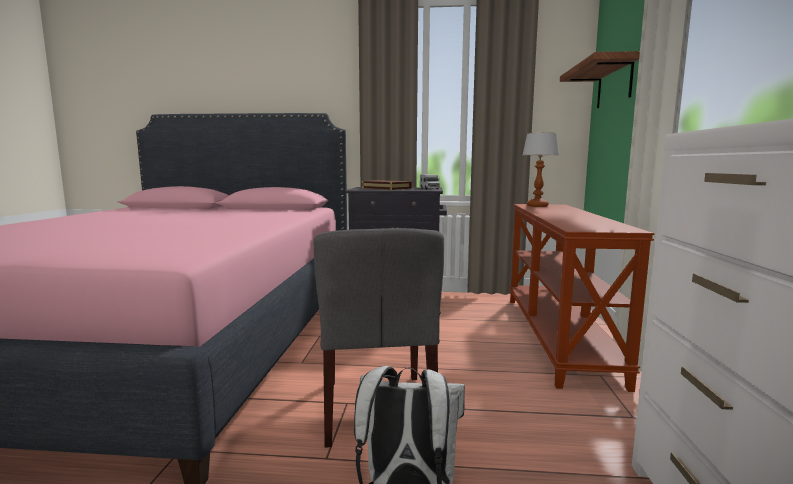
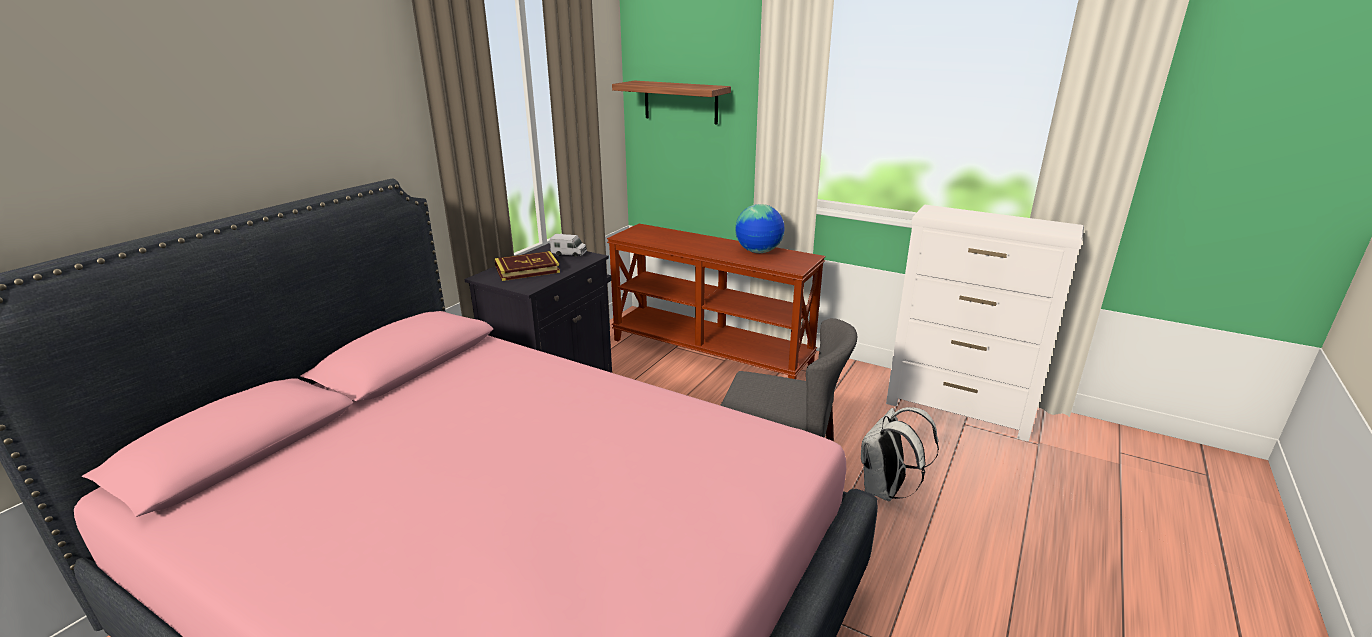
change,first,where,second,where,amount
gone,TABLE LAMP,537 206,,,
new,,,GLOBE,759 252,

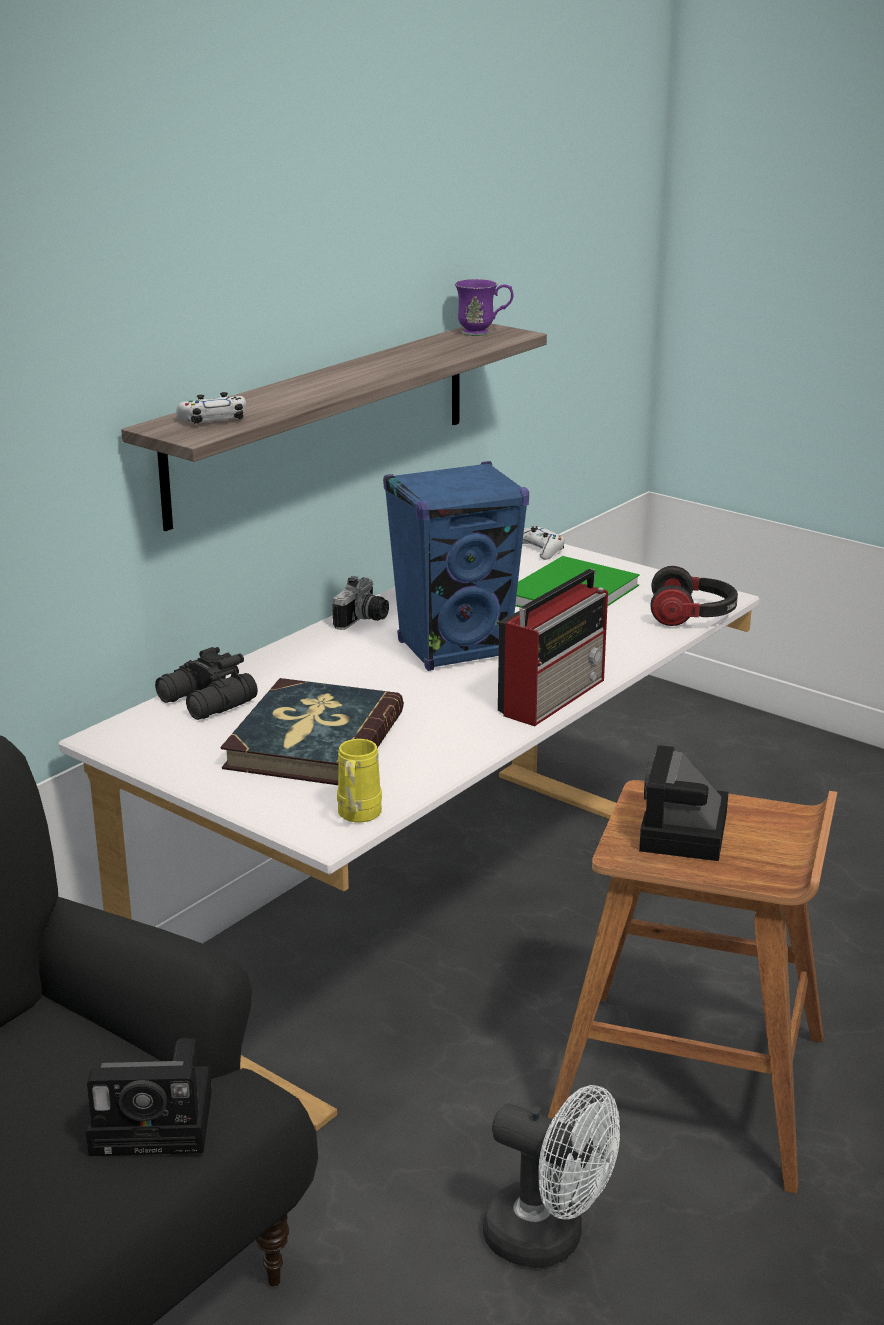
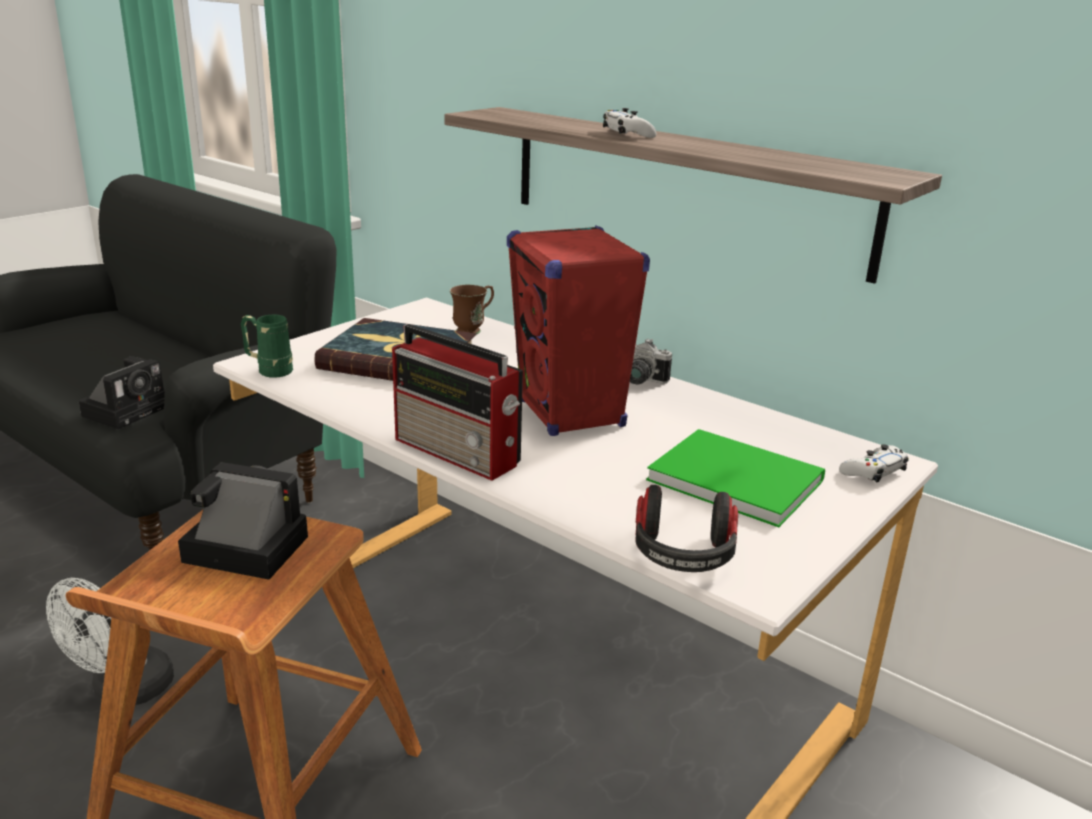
change,first,where,second,where,amount
gone,PURPLE MUG,483 333,,,
shifted,WHITE GAME CONTROLLER,213 419,,627 133,
swapped,BLACK BINOCULARS,206 702,BROWN MUG,473 329,
repainted,YELLOW MUG,357 817,GREEN MUG,269 370,
repainted,BLUE SPEAKER,455 649,RED SPEAKER,571 414,
rotated,PHOTO CAMERA,158 1121,,128 409,150 degrees counterclockwise

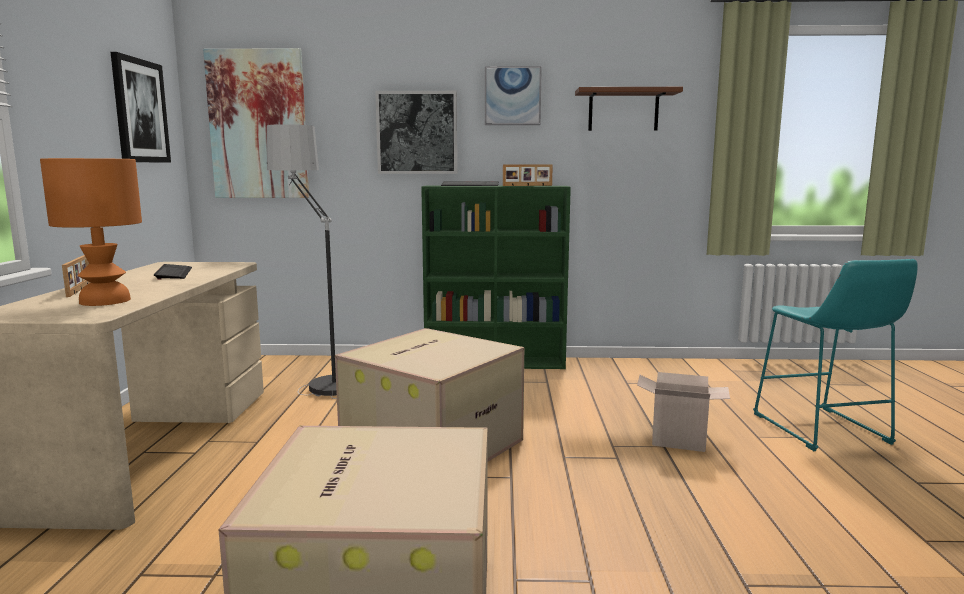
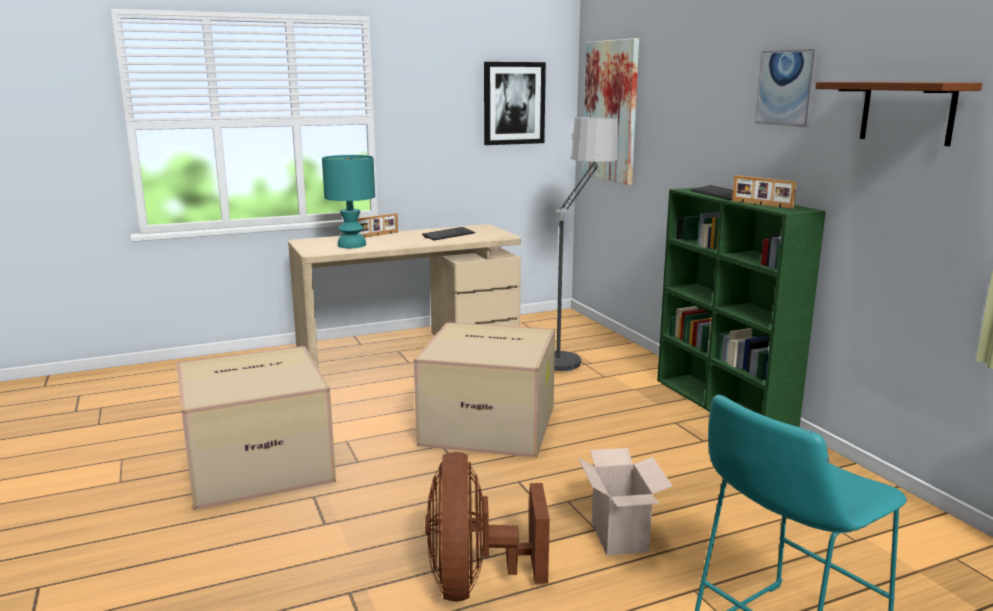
change,first,where,second,where,amount
gone,PICTURE,417 133,,,
new,,,BROWN FAN,475 582,
repainted,ORANGE TABLE LAMP,106 301,TURQUOISE TABLE LAMP,352 245,

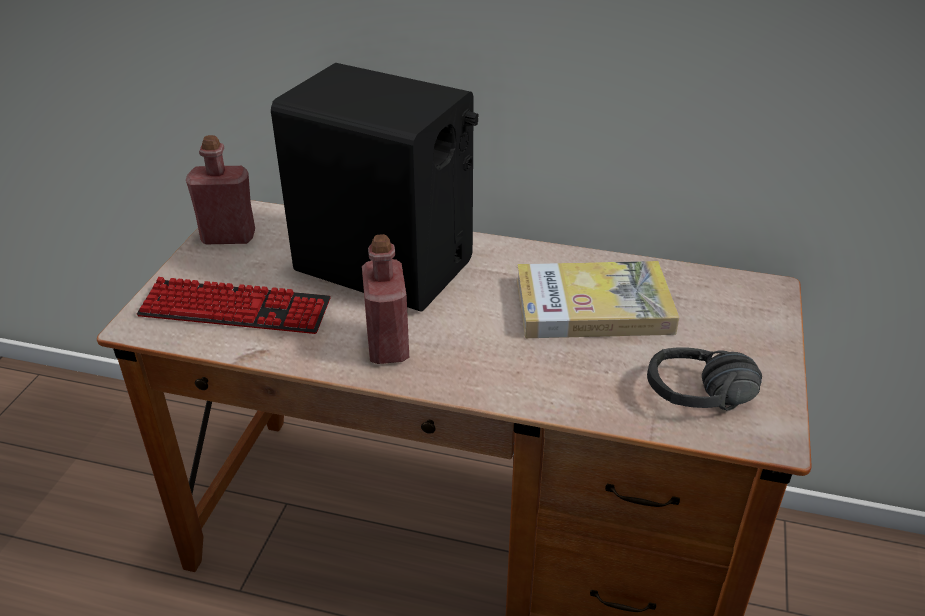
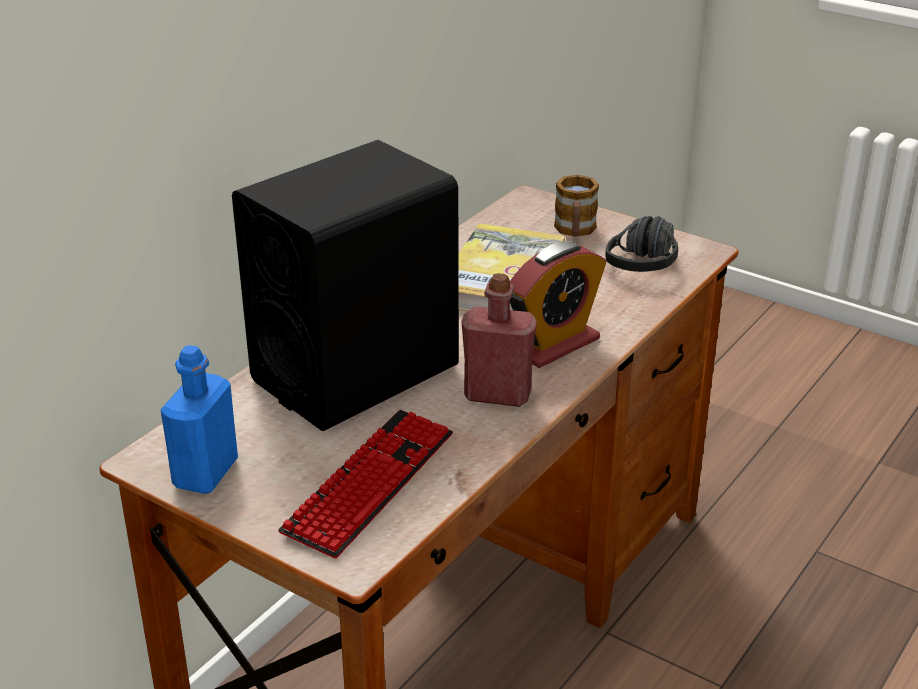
change,first,where,second,where,amount
new,,,ALARM CLOCK,553 344,
new,,,MUG,575 231,
repainted,RED BOTTLE,228 237,BLUE BOTTLE,205 473,

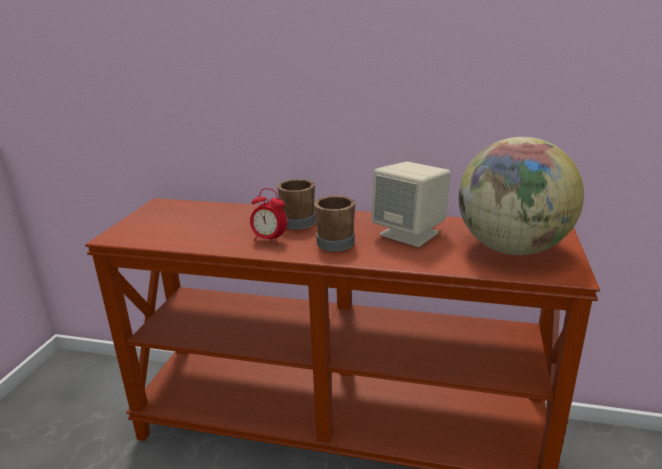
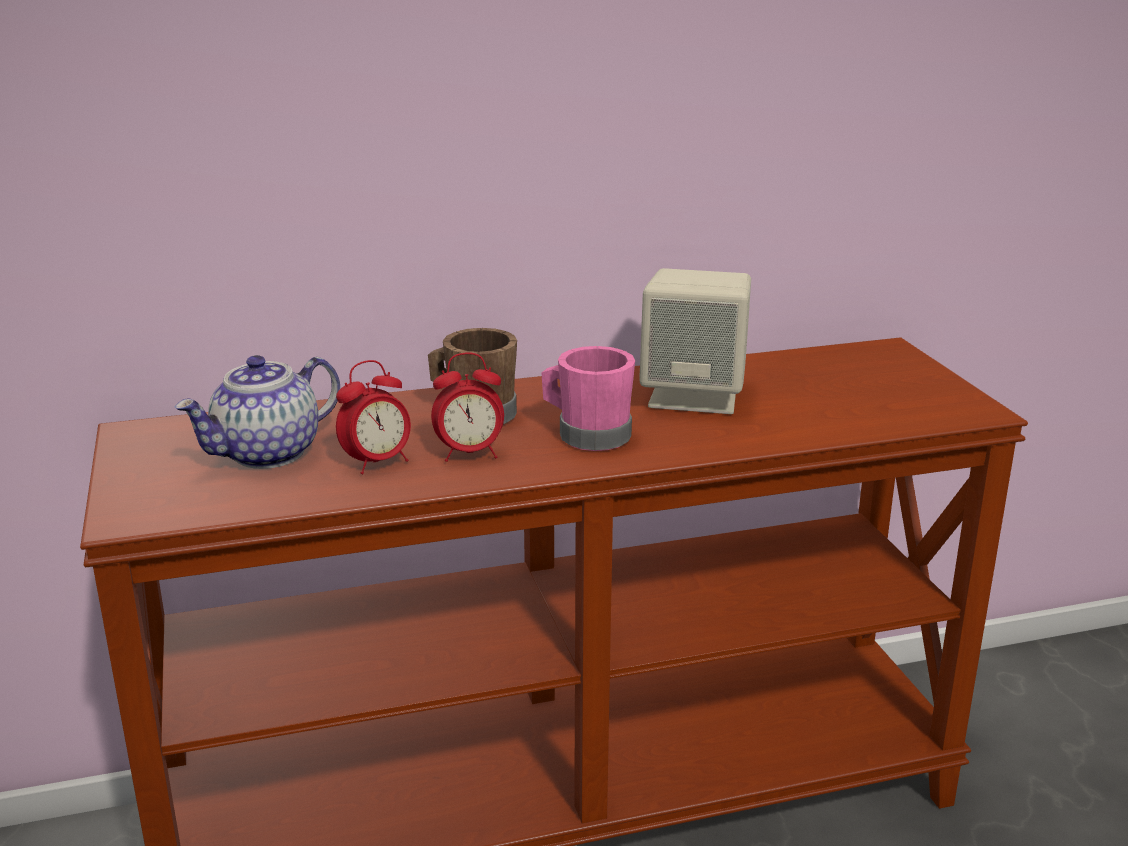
change,first,where,second,where,amount
gone,GLOBE,511 249,,,
new,,,TEAPOT,267 454,
new,,,ALARM CLOCK,377 463,
repainted,BROWN MUG,332 242,PINK MUG,587 434,

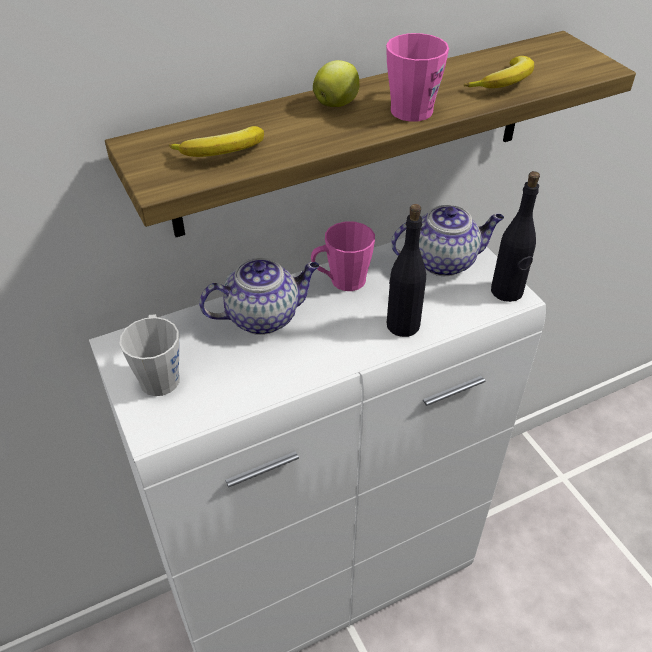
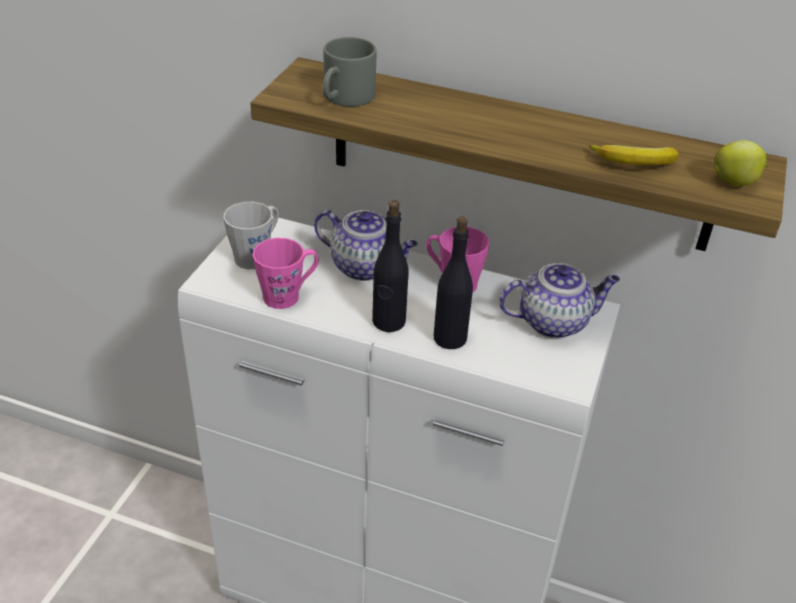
change,first,where,second,where,amount
shifted,APPLE,337 104,,735 182,
shifted,PINK MUG,414 106,,288 295,
shifted,BLACK BOTTLE,507 291,,388 322,
swapped,BANANA,222 153,GREY MUG,345 99,
rotated,TEAPOT,444 261,,554 322,45 degrees counterclockwise

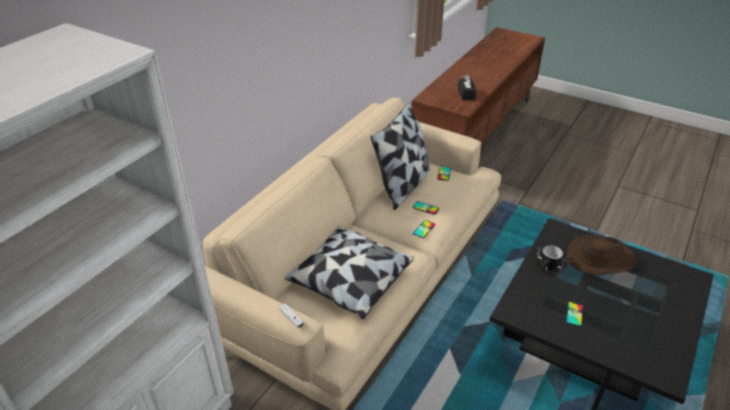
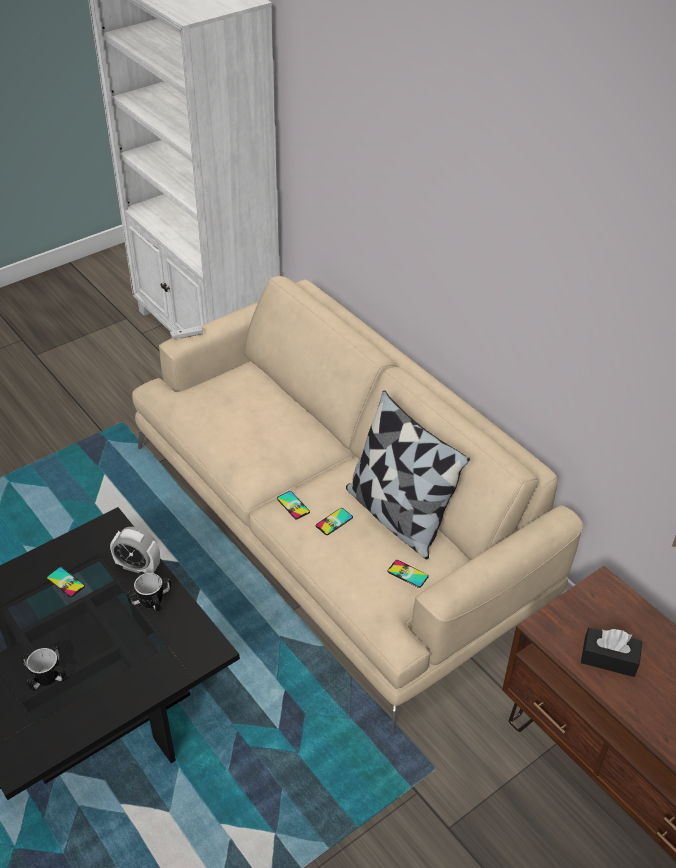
change,first,where,second,where,amount
gone,PILLOW,349 281,,,
gone,BROWN HAT,600 259,,,
new,,,MUG,47 677,
new,,,ALARM CLOCK,138 567,

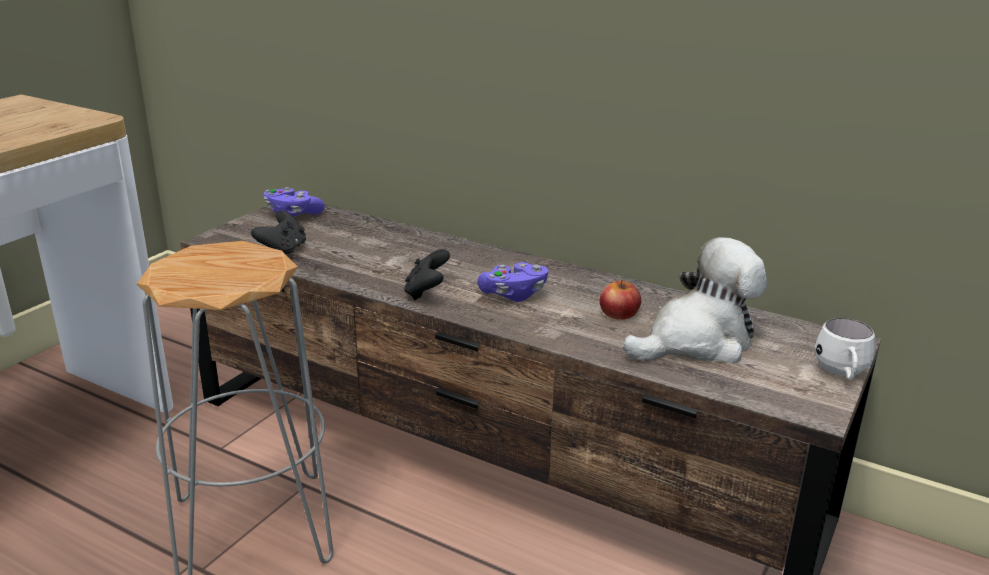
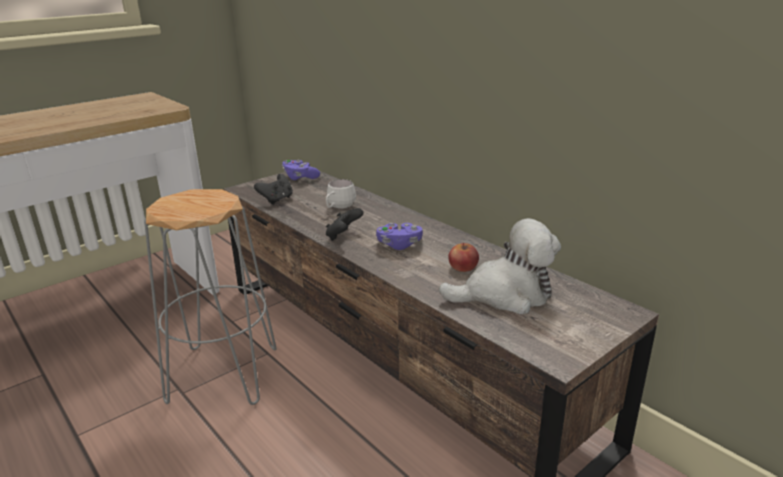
change,first,where,second,where,amount
shifted,WHITE MUG,842 374,,339 208,

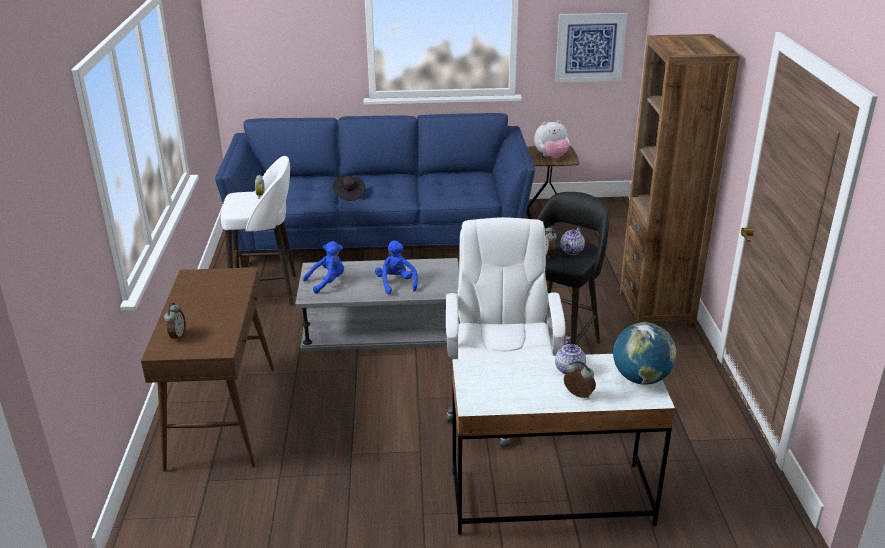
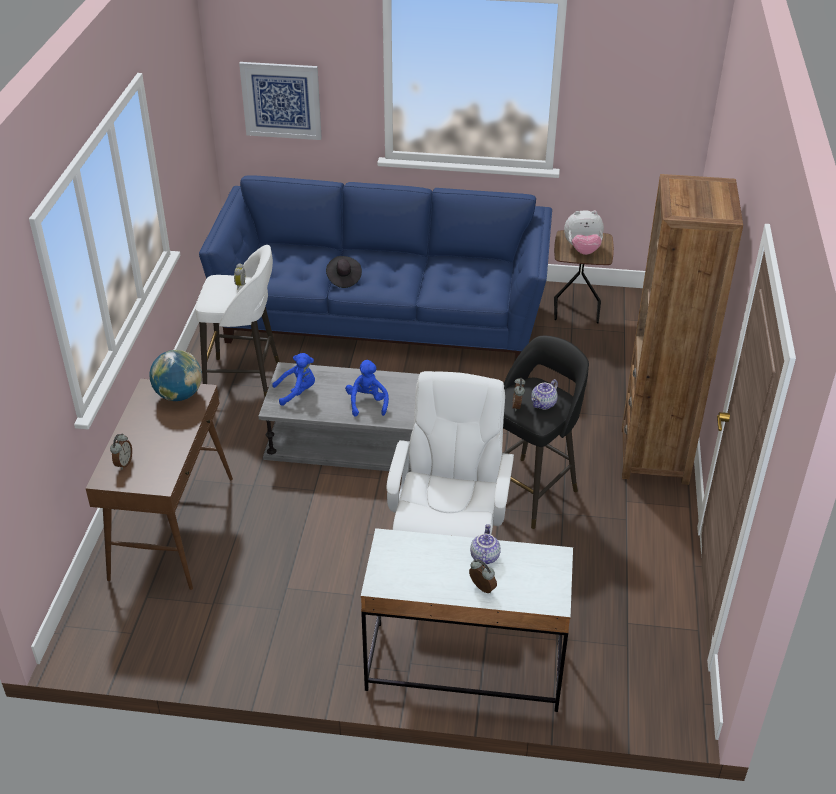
change,first,where,second,where,amount
shifted,PICTURE,590 47,,281 100,
shifted,GLOBE,641 378,,179 395,

